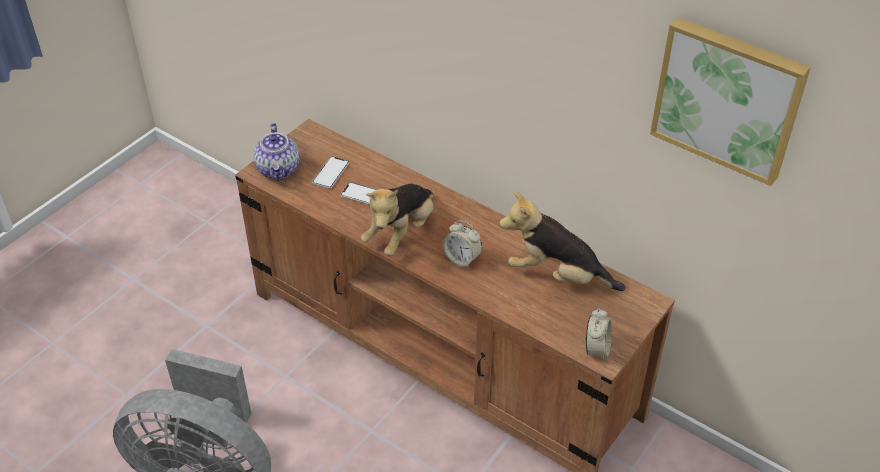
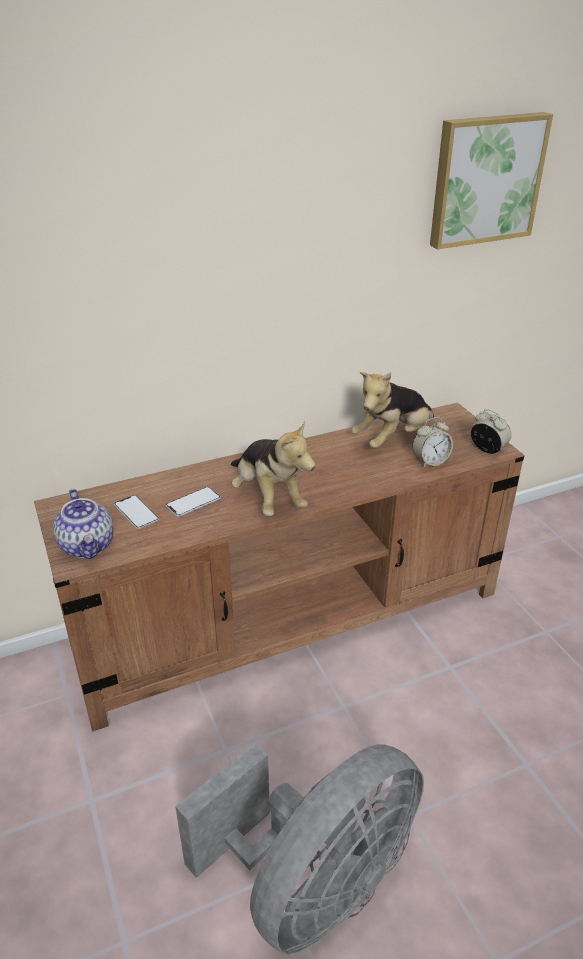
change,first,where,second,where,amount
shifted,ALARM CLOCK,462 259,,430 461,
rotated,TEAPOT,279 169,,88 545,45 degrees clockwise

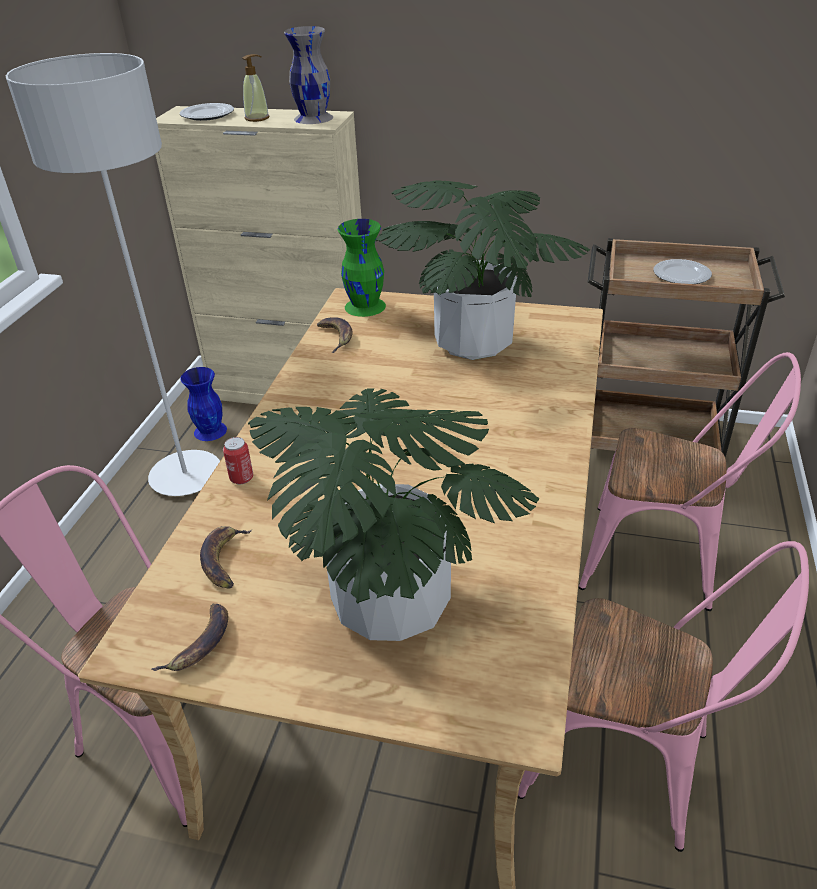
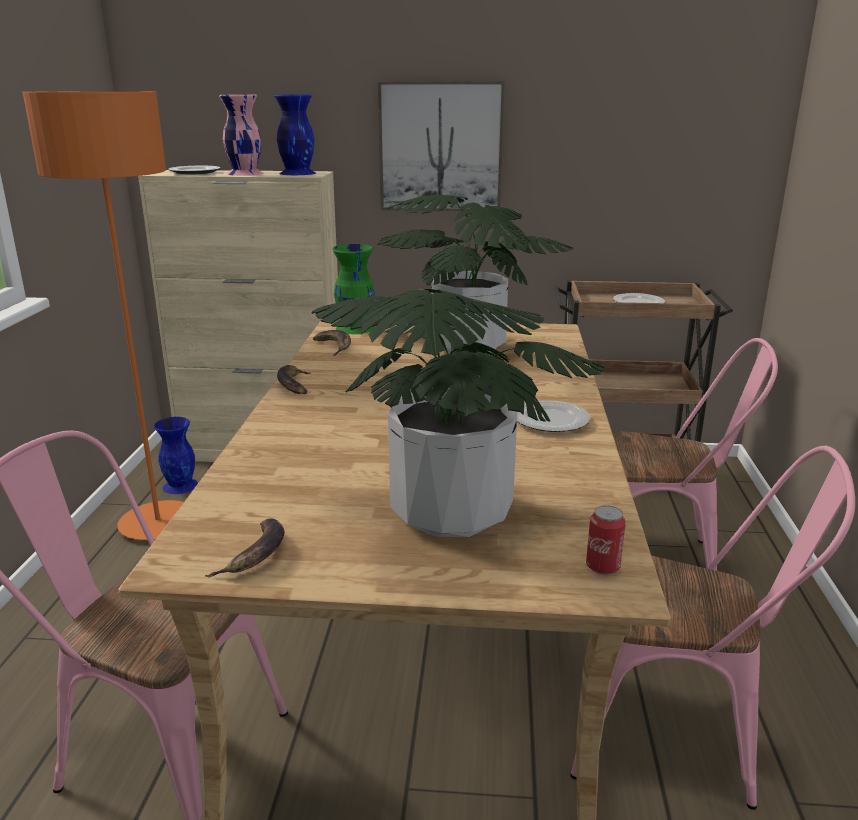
change,first,where,second,where,amount
new,,,PICTURE,441 147,
new,,,PLATE,551 421,
shifted,BANANA,224 560,,294 385,
shifted,CAN,241 478,,603 567,
swapped,SOAP DISPENSER,257 118,PINK VASE,244 173,
repainted,GREY FLOOR LAMP,186 476,ORANGE FLOOR LAMP,158 523,
repainted,GREY VASE,313 118,BLUE VASE,297 173,

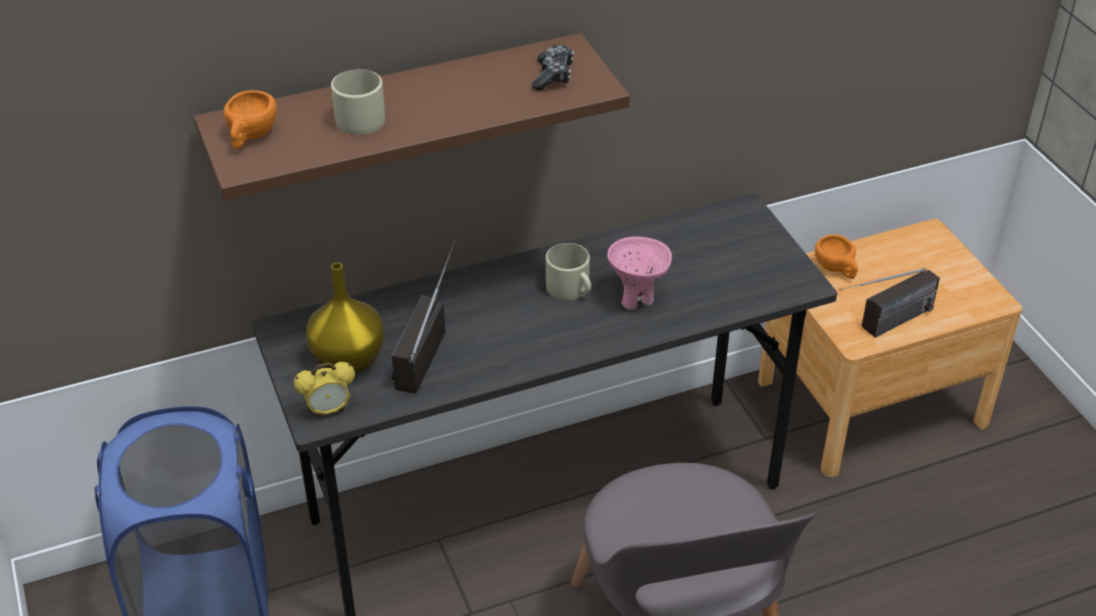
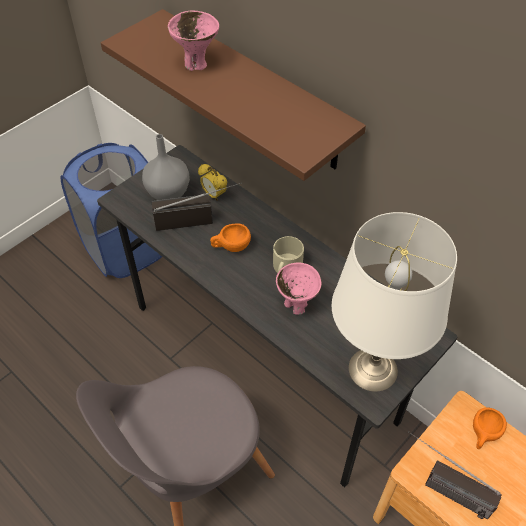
change,first,where,second,where,amount
gone,GAME CONTROLLER,553 75,,,
new,,,WHITE TABLE LAMP,372 369,
shifted,ORANGE CUP,250 137,,230 247,
shifted,ALARM CLOCK,329 410,,214 195,
swapped,BEIGE MUG,357 117,PINK BOWL,196 64,
repainted,YELLOW VASE,349 362,GREY VASE,167 193,

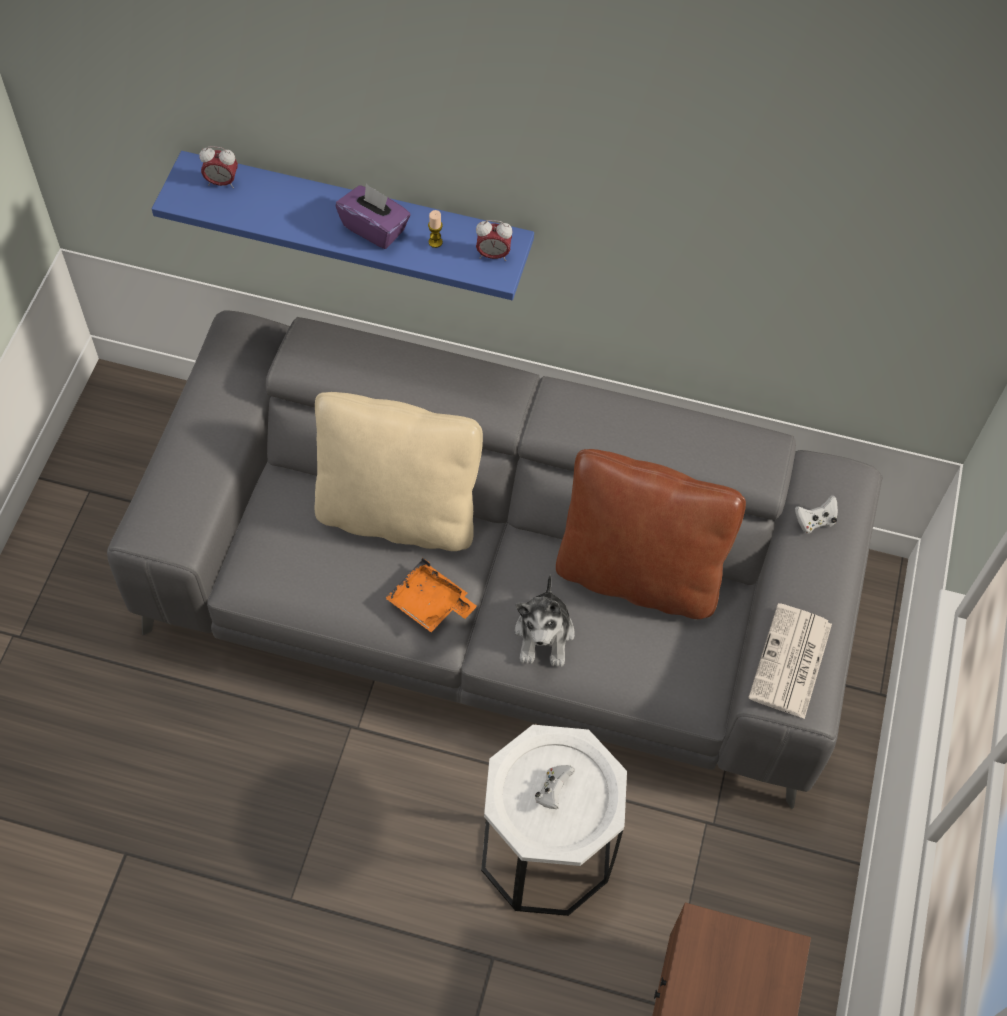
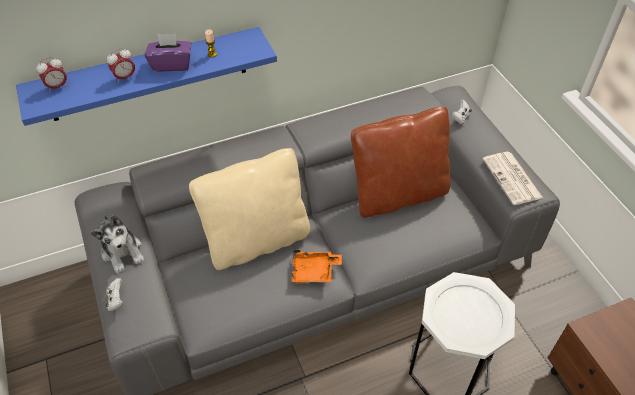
change,first,where,second,where,amount
shifted,ALARM CLOCK,493 255,,125 77,
shifted,PLUSH TOY,544 635,,123 252,
shifted,WHITE GAME CONTROLLER,553 791,,116 300,

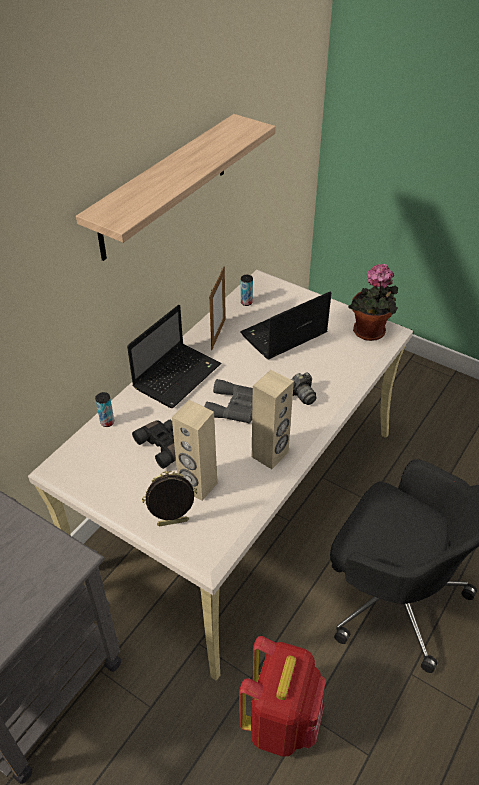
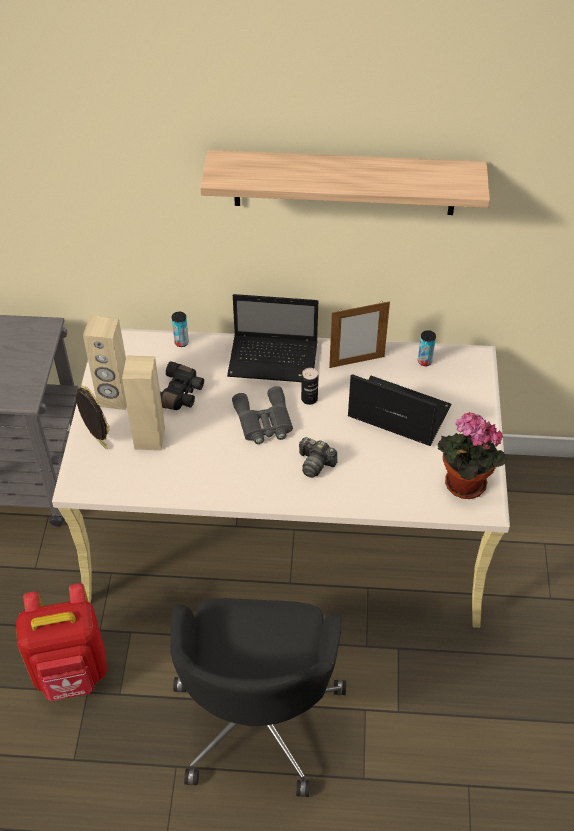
change,first,where,second,where,amount
new,,,CAN,309 399,
shifted,BEIGE SPEAKER,270 455,,114 399,

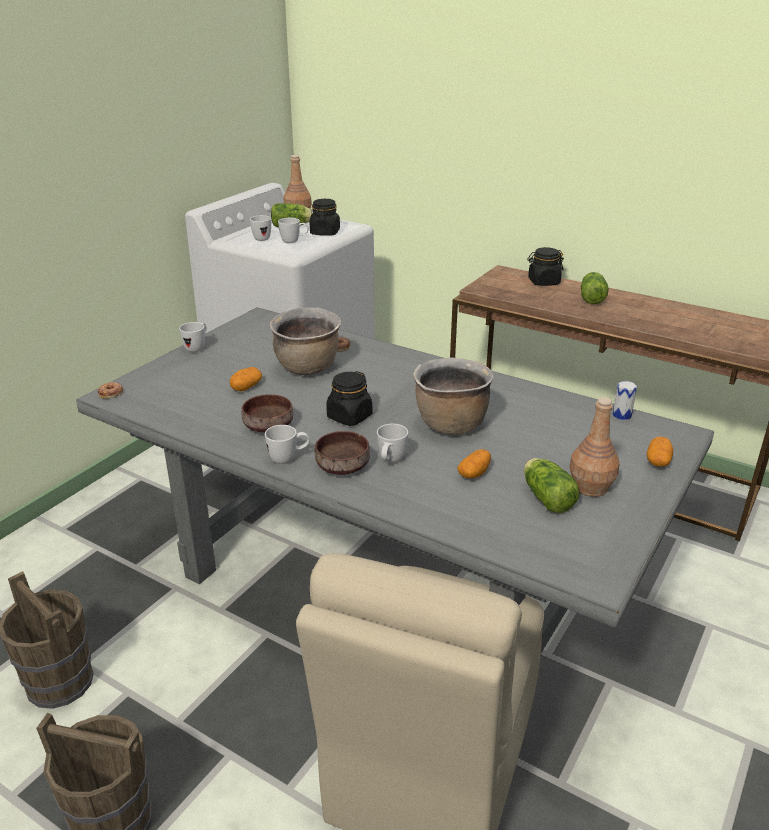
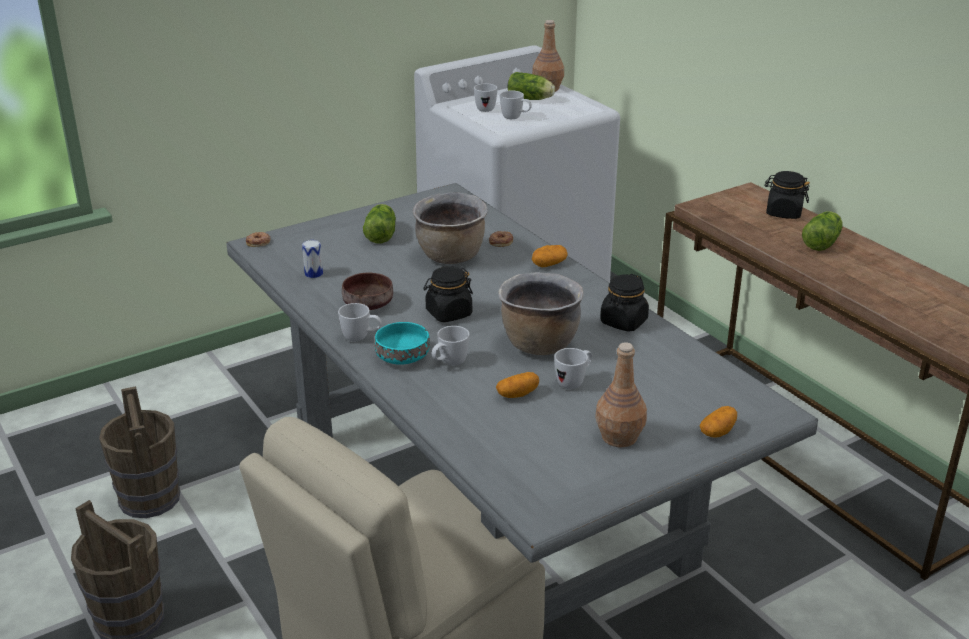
change,first,where,second,where,amount
shifted,WHITE MUG,197 347,,574 382,
shifted,POTATO,246 387,,549 264,
shifted,BLACK JAR,325 233,,623 322,
shifted,LETTUCE,546 497,,381 234,
shifted,CAN,621 415,,313 274,
repainted,BROWN BOWL,341 466,TURQUOISE BOWL,401 356,

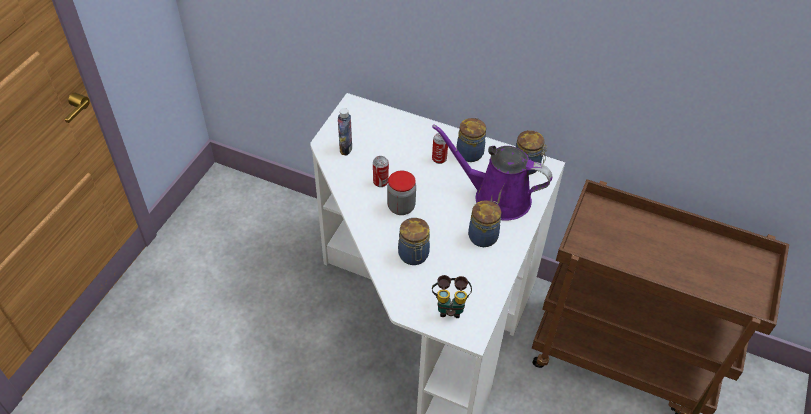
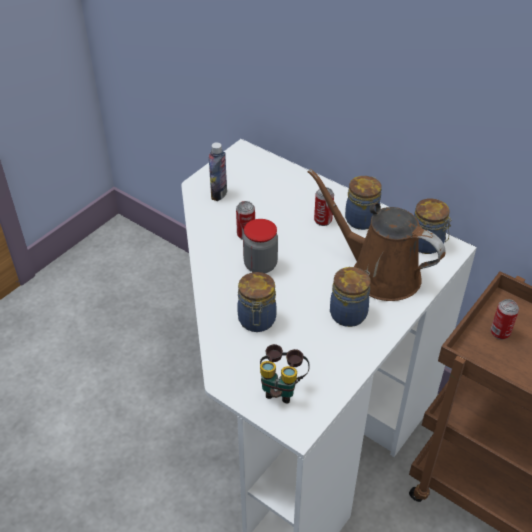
change,first,where,second,where,amount
new,,,CAN,500 332,
repainted,PURPLE WATERING CAN,496 197,BROWN WATERING CAN,378 272,

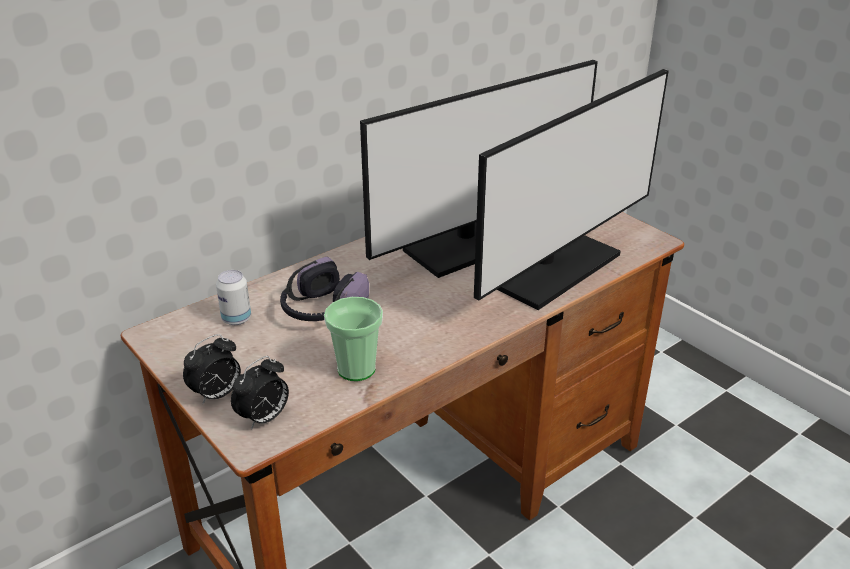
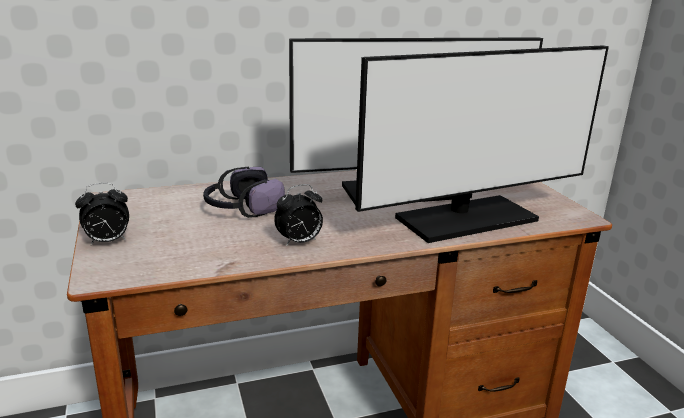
change,first,where,second,where,amount
gone,CAN,236 319,,,
gone,CUP,356 369,,,
shifted,ALARM CLOCK,264 418,,299 242,

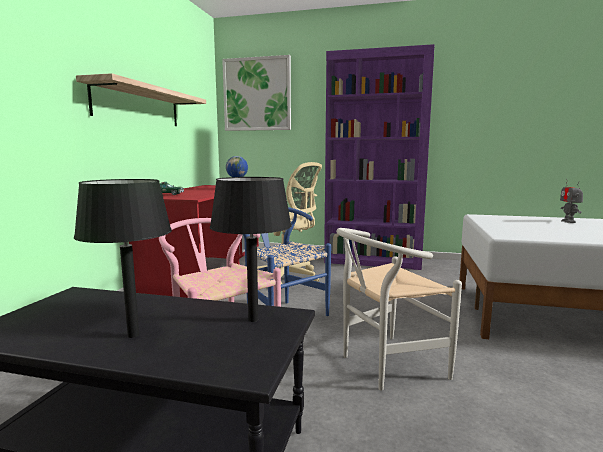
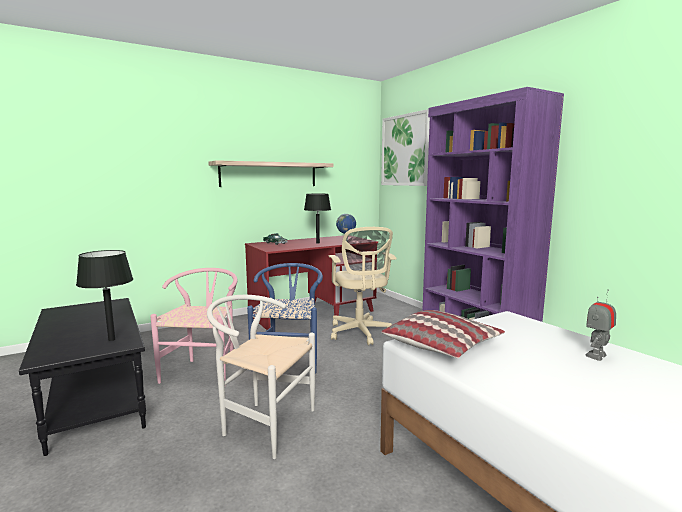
change,first,where,second,where,amount
new,,,PILLOW,442 345,
shifted,BLACK TABLE LAMP,133 335,,317 243,

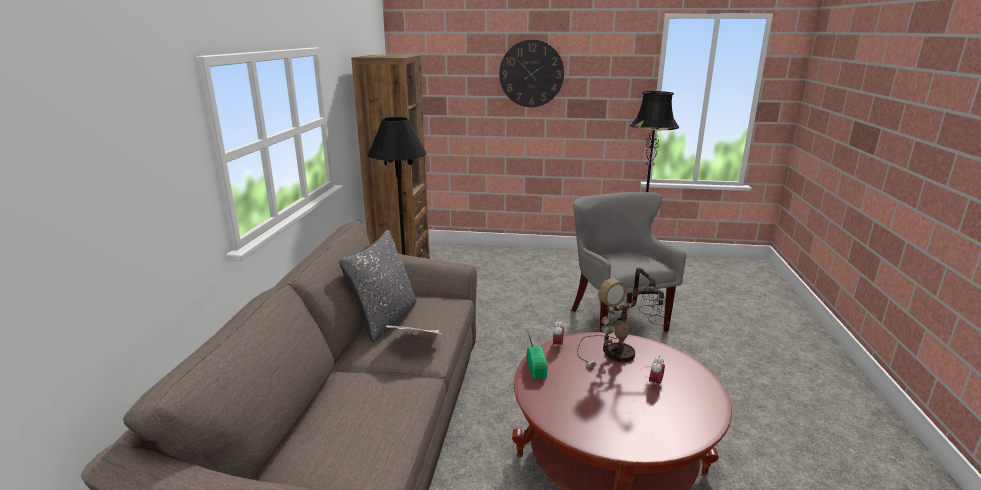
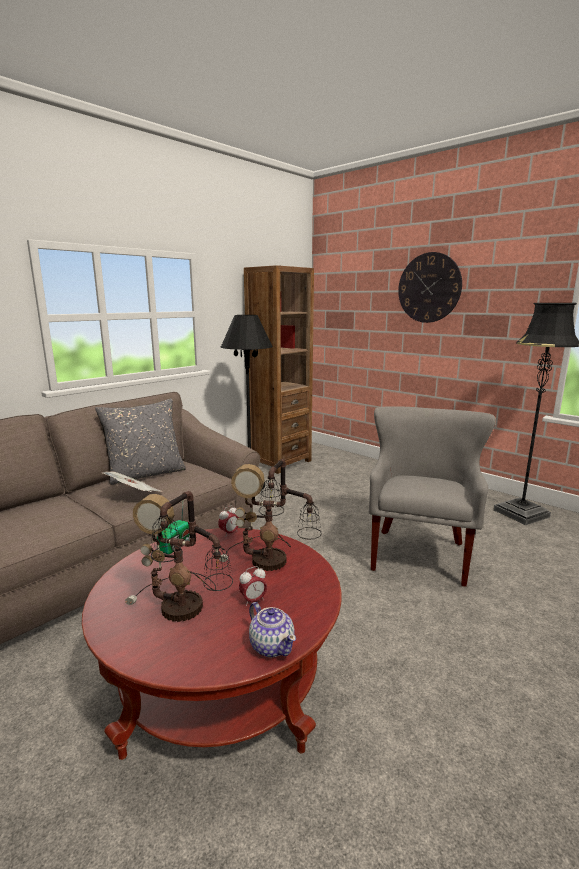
change,first,where,second,where,amount
new,,,TABLE LAMP,183 610,
new,,,TEAPOT,272 646,

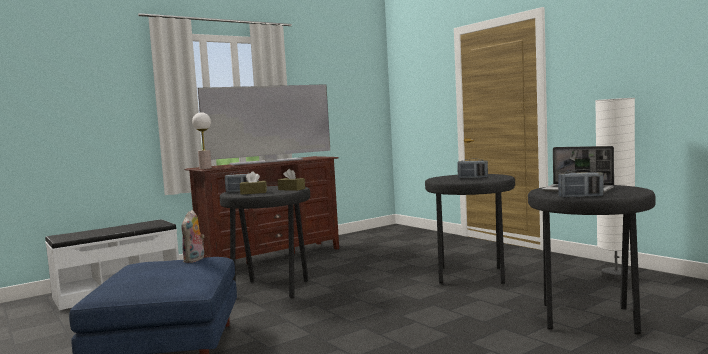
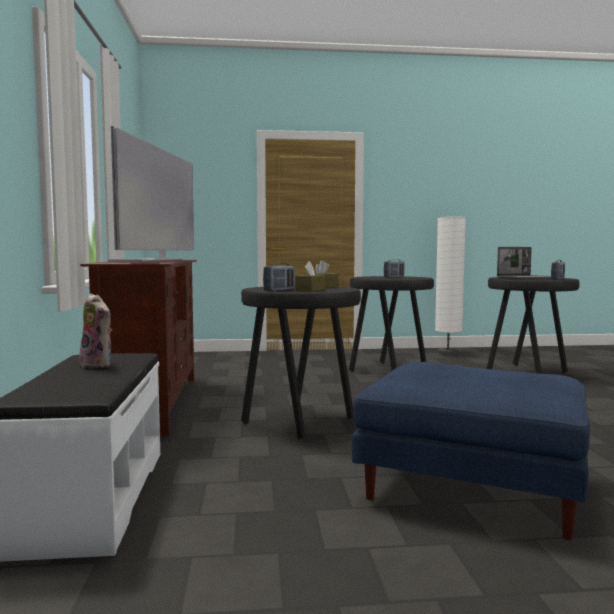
change,first,where,second,where,amount
gone,TABLE LAMP,205 168,,,
shifted,PLUSH TOY,195 260,,99 365,

